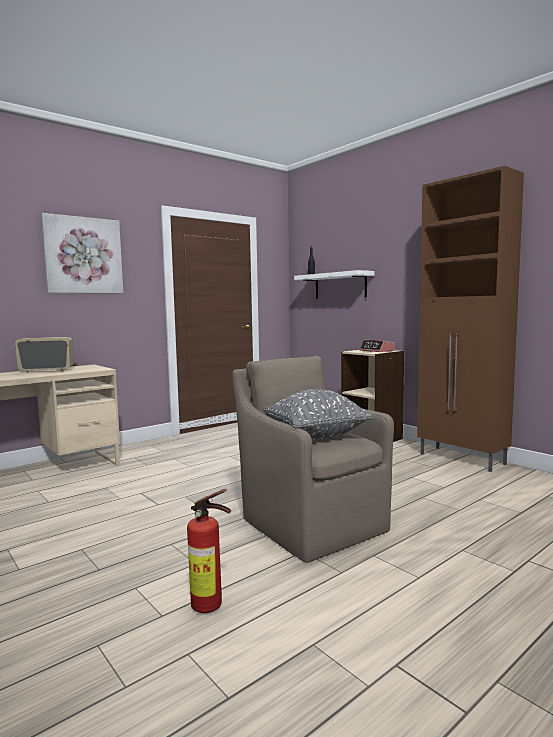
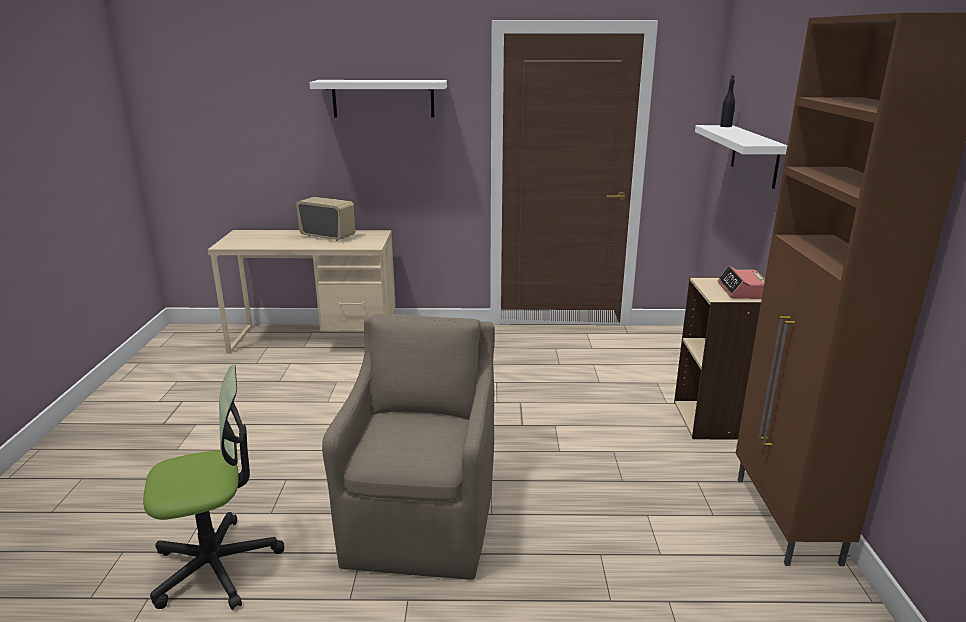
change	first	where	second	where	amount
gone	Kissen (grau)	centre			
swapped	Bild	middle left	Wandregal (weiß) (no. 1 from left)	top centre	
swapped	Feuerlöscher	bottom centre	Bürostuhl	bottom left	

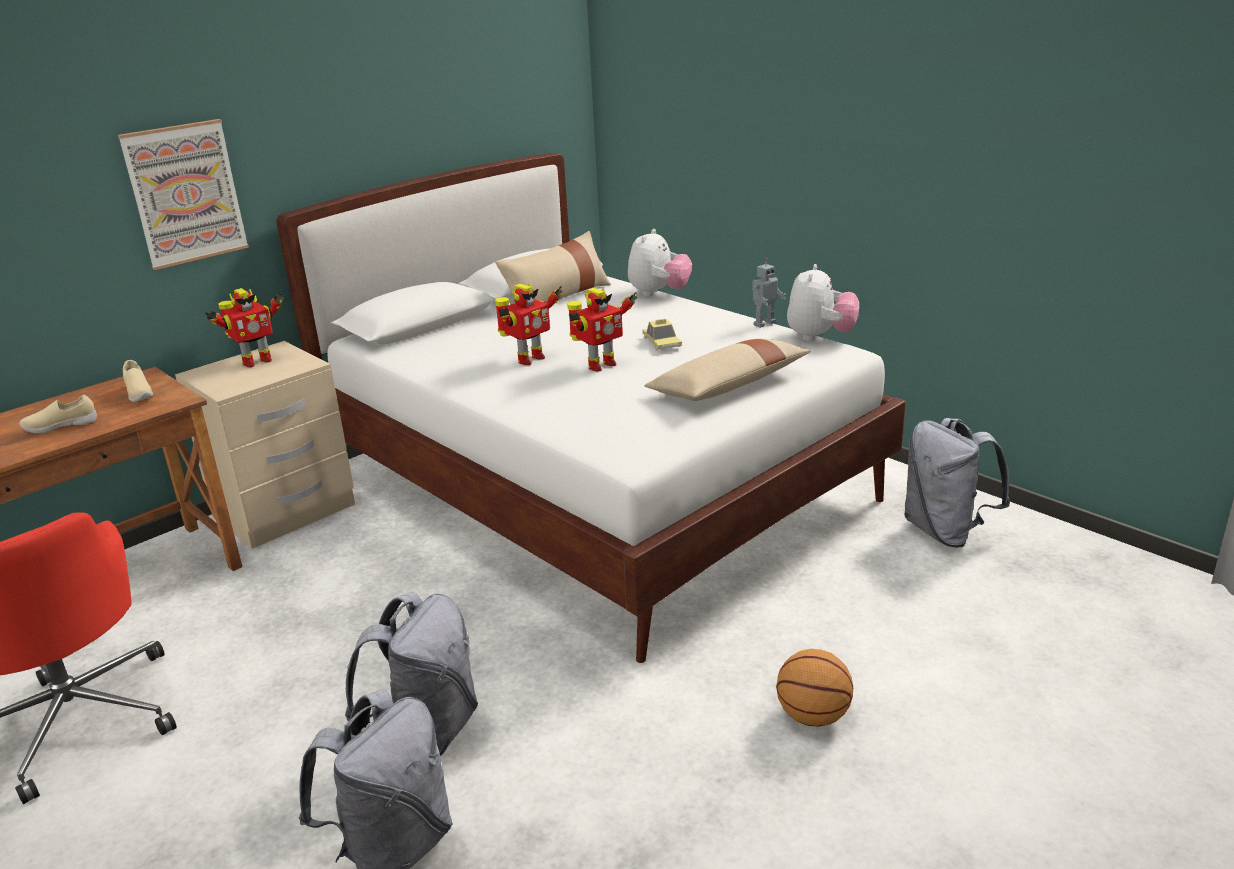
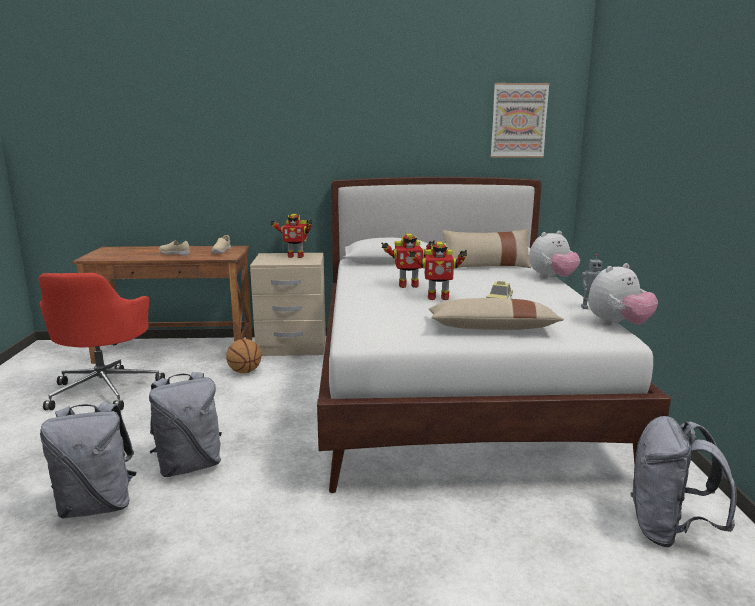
change	first	where	second	where	amount
shifted	Bild	top left		top right	
shifted	Basketball	bottom centre		middle left	

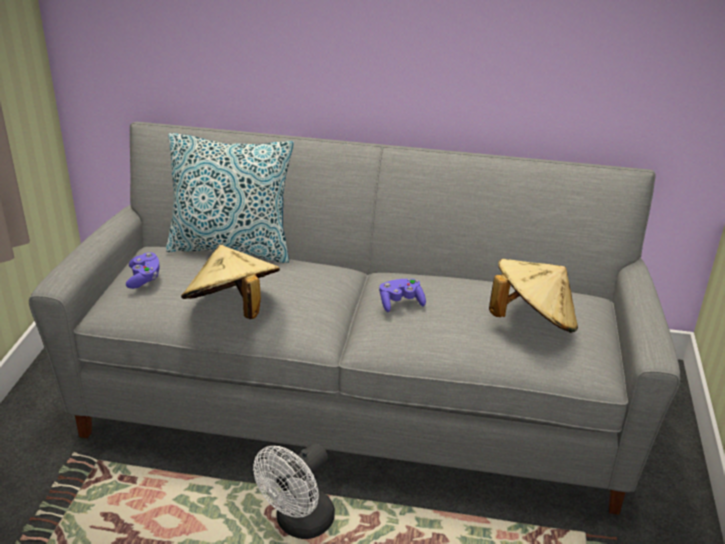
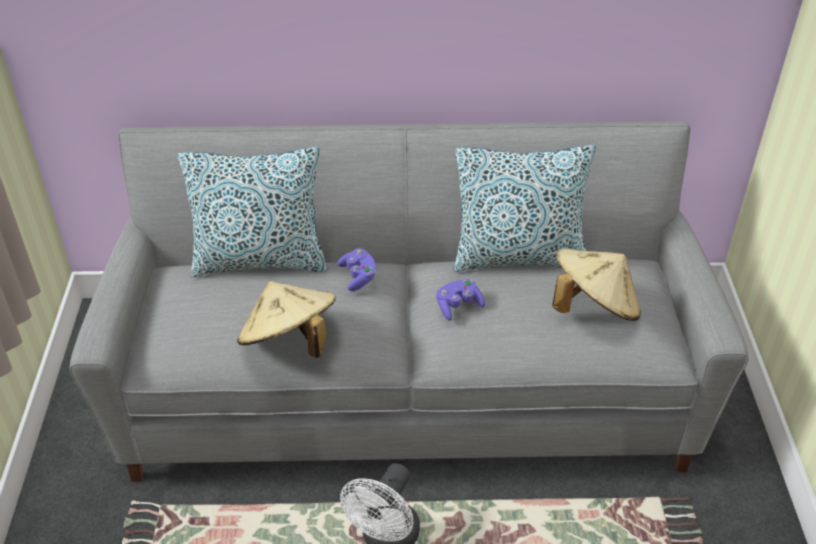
change	first	where	second	where	amount
new			Kissen (no. 2 from left)	centre	
shifted	Gamepad (lila) (no. 1 from left)	middle left		centre	

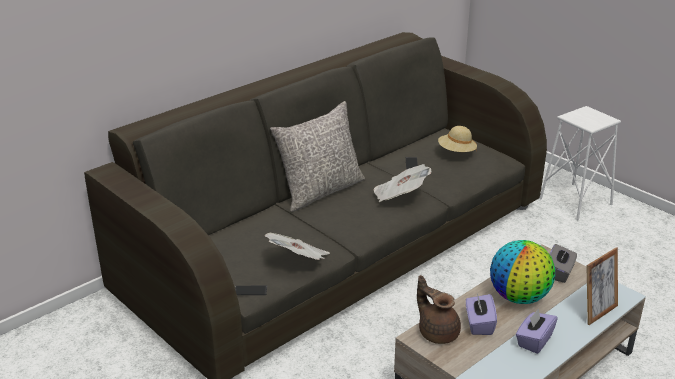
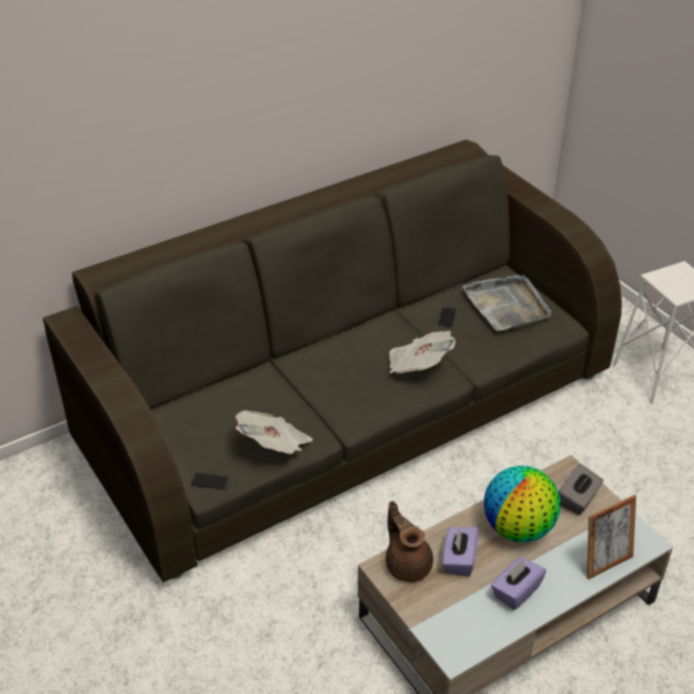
change	first	where	second	where	amount
gone	Kissen (grau)	centre			
swapped	Hut (beige)	middle right	Tablett (grau)	middle right	

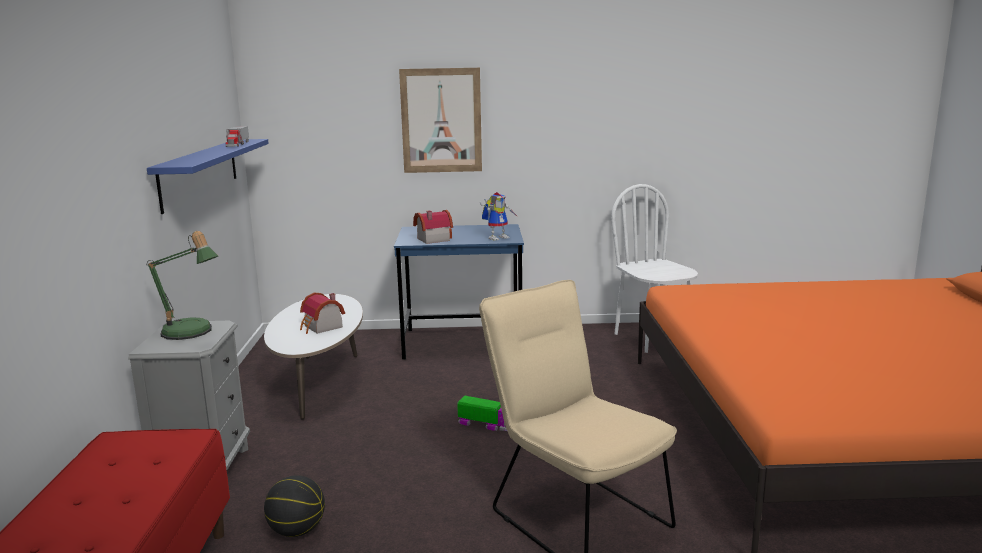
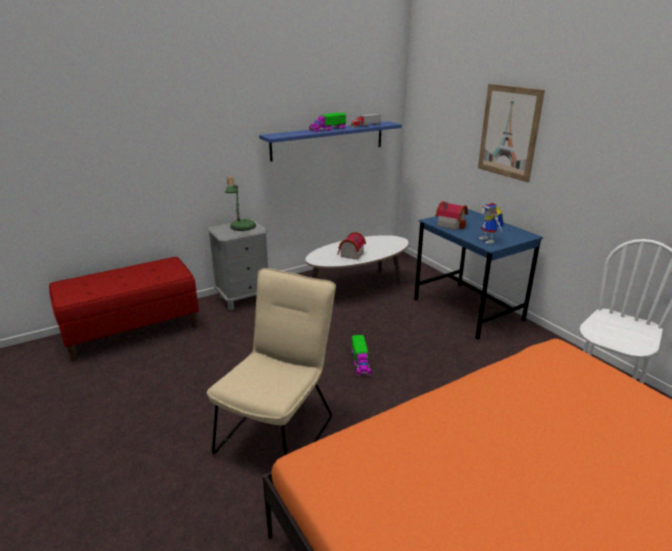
change	first	where	second	where	amount
gone	Basketball	bottom left			
new			Spielzeuglaster (no. 1 from left)	top centre	
rotated	Spielzeugroboter	centre		middle right	45 degrees clockwise

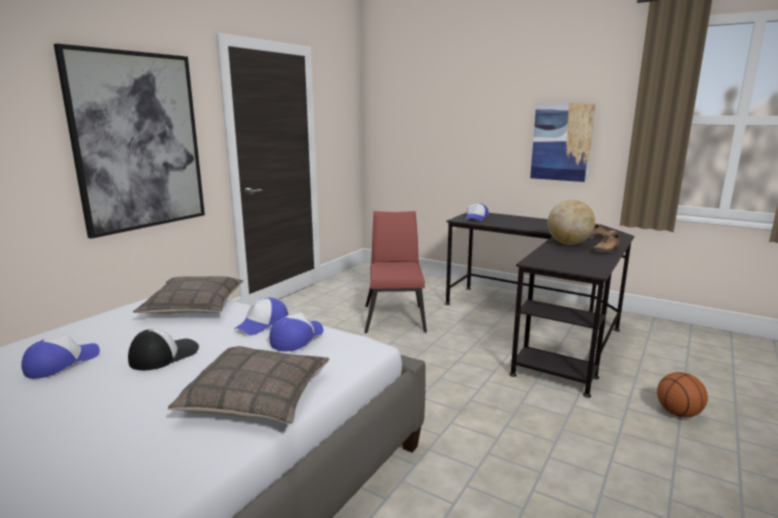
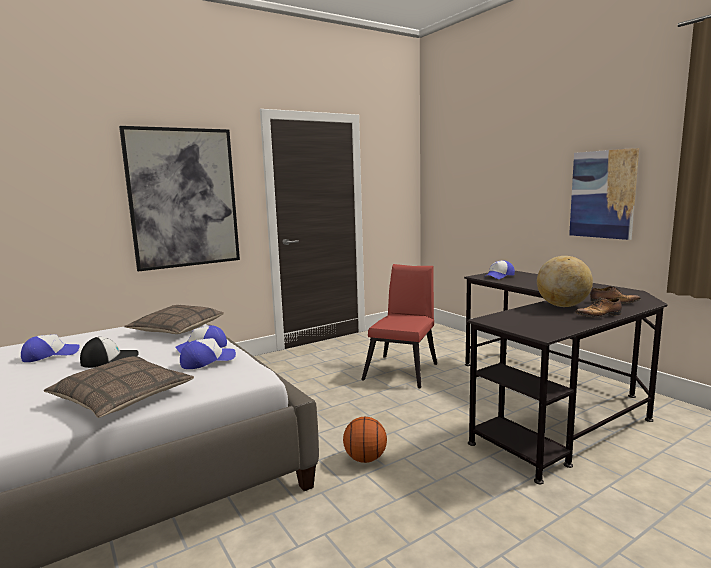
change	first	where	second	where	amount
shifted	Basketball	bottom right		bottom centre	

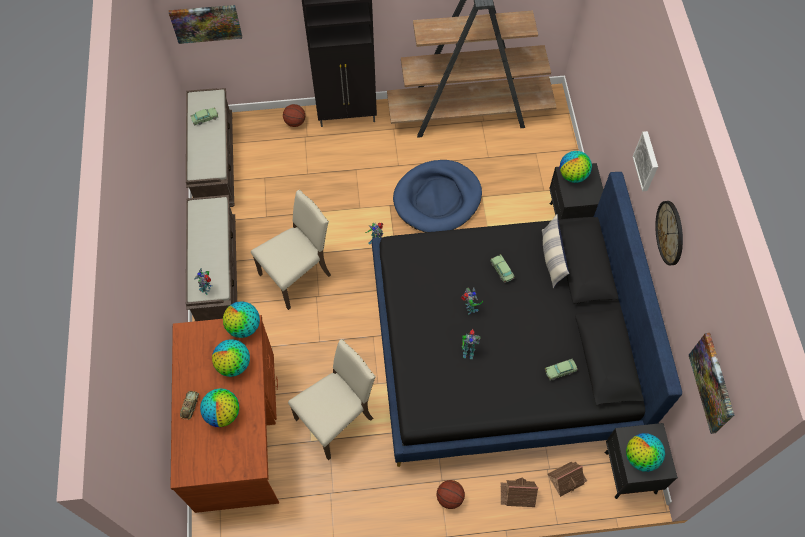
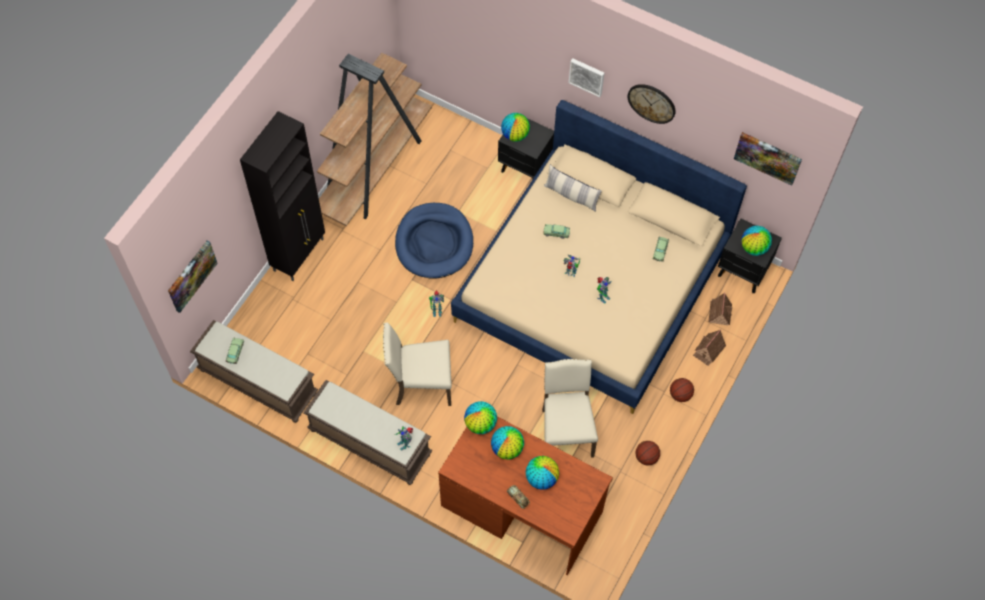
change	first	where	second	where	amount
shifted	Basketball (no. 1 from left)	top centre		bottom centre	
repainted	Bett (schwarz)	centre	Bett (beige)	centre	
rotated	Stuhl (beige) (no. 1 from left)	centre		centre	90 degrees counterclockwise

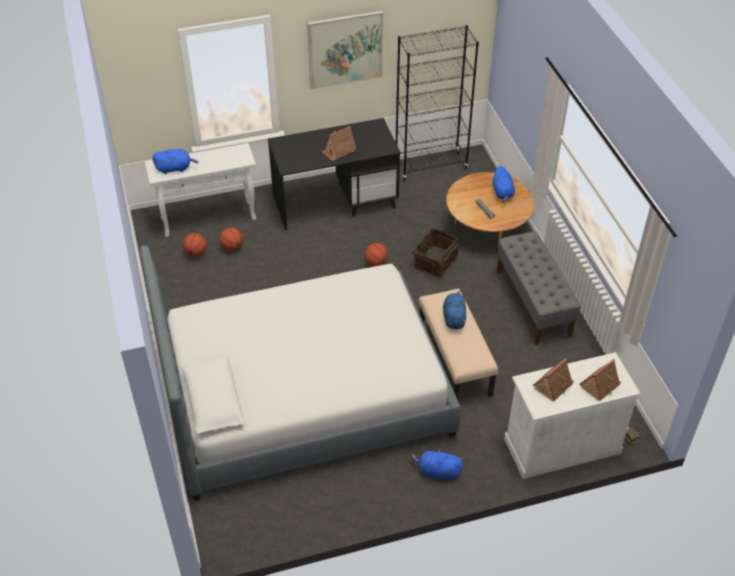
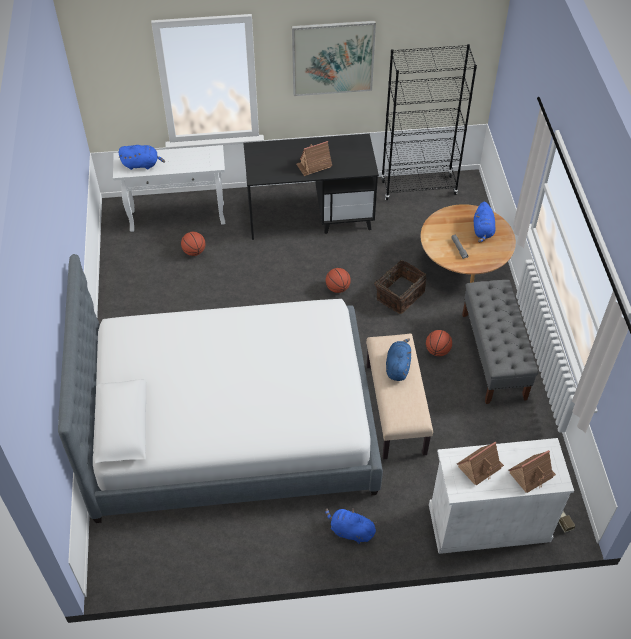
change	first	where	second	where	amount
shifted	Basketball (no. 1 from left in the first image)	middle left	Basketball (no. 3 from left)	middle right	

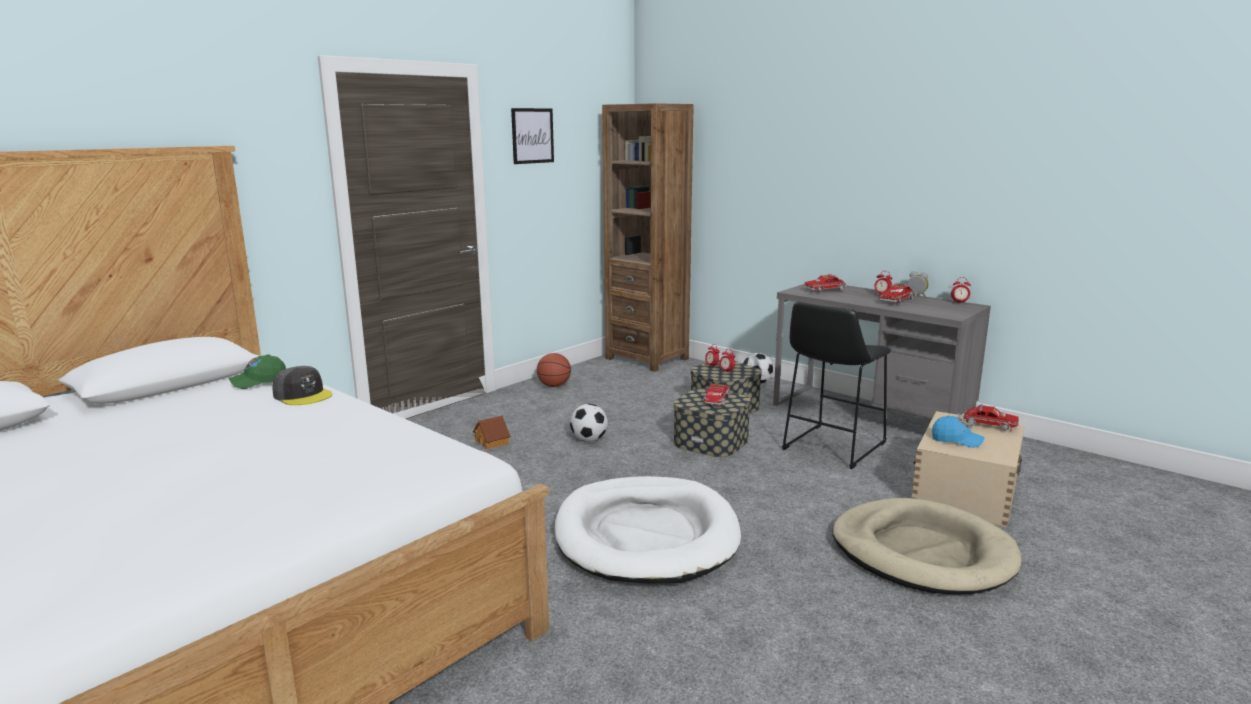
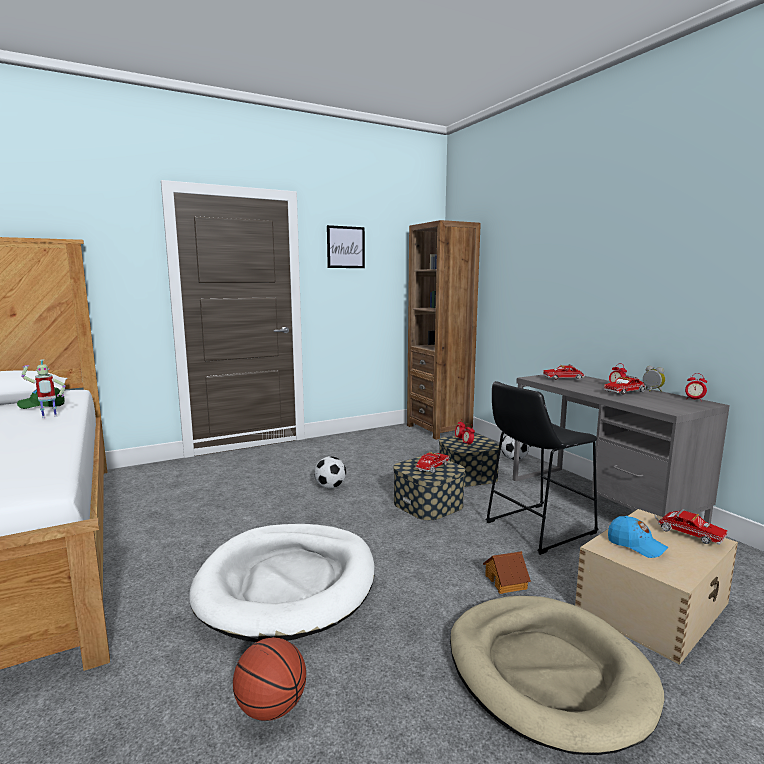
change	first	where	second	where	amount
shifted	Spielzeughaus	centre		bottom centre	
shifted	Basketball	centre		bottom centre	
swapped	Kappe (grau)	middle left	Spielzeugroboter	middle left	

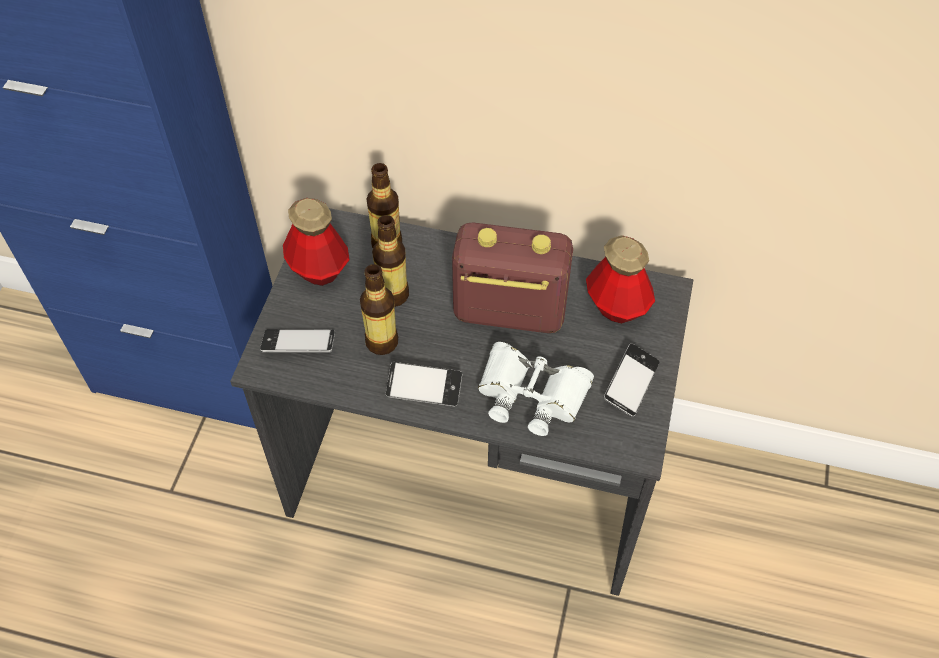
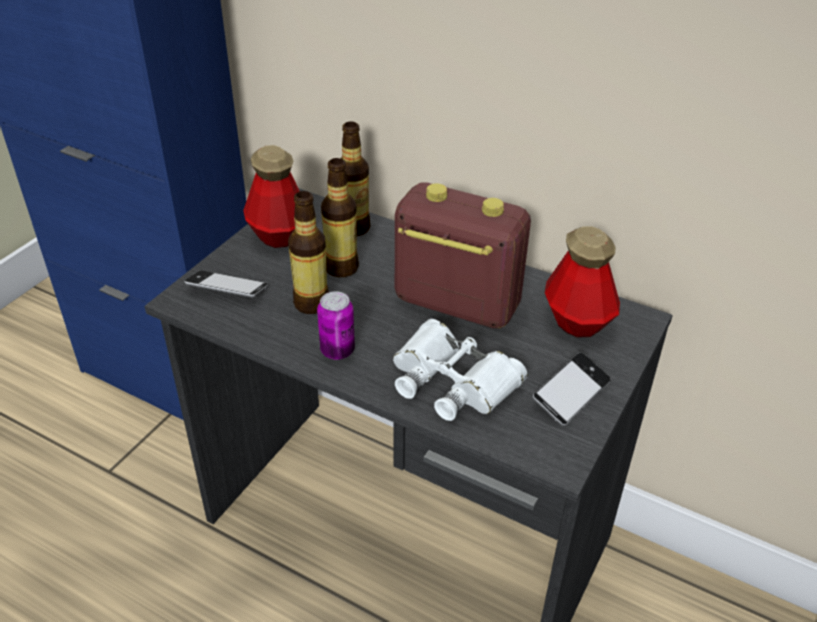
change	first	where	second	where	amount
swapped	Handy (no. 2 from left)	centre	Dose	centre	

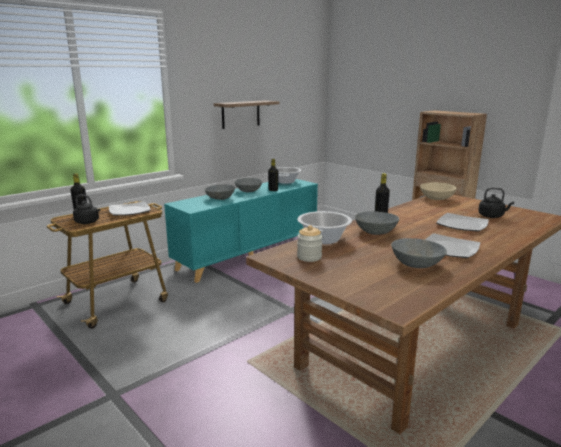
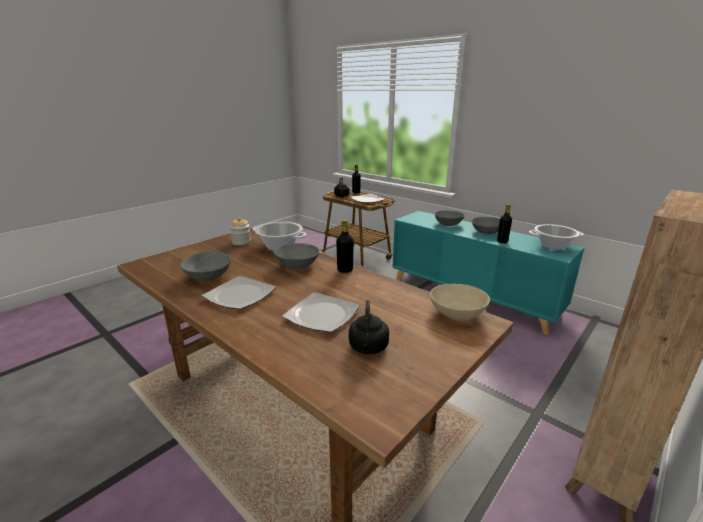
change	first	where	second	where	amount
gone	Wandregal	top centre			

